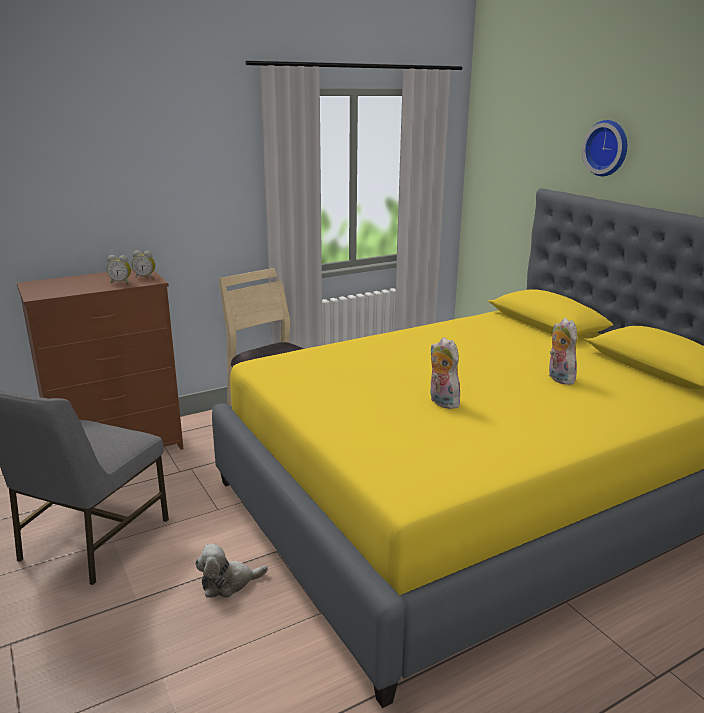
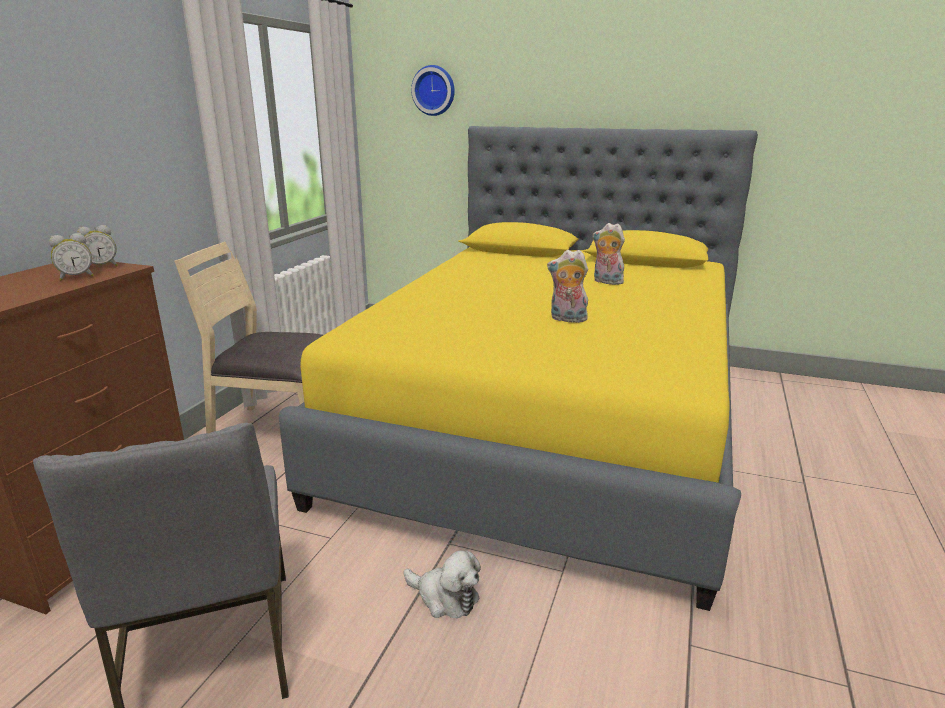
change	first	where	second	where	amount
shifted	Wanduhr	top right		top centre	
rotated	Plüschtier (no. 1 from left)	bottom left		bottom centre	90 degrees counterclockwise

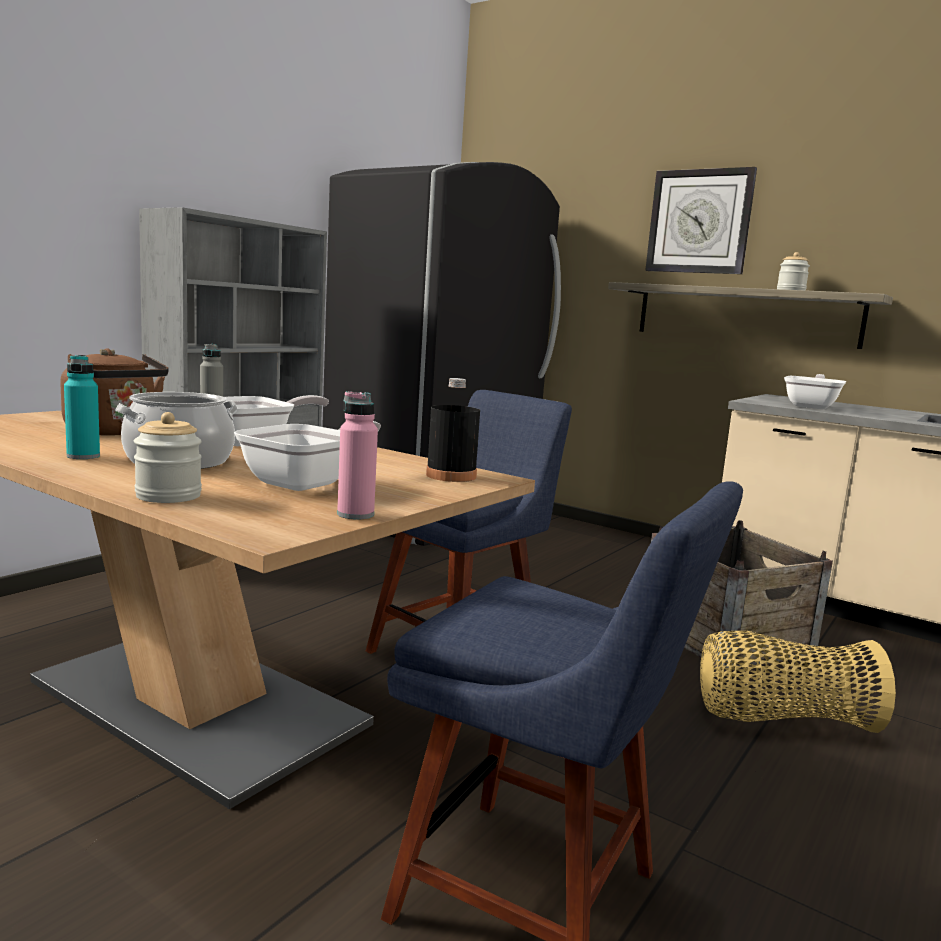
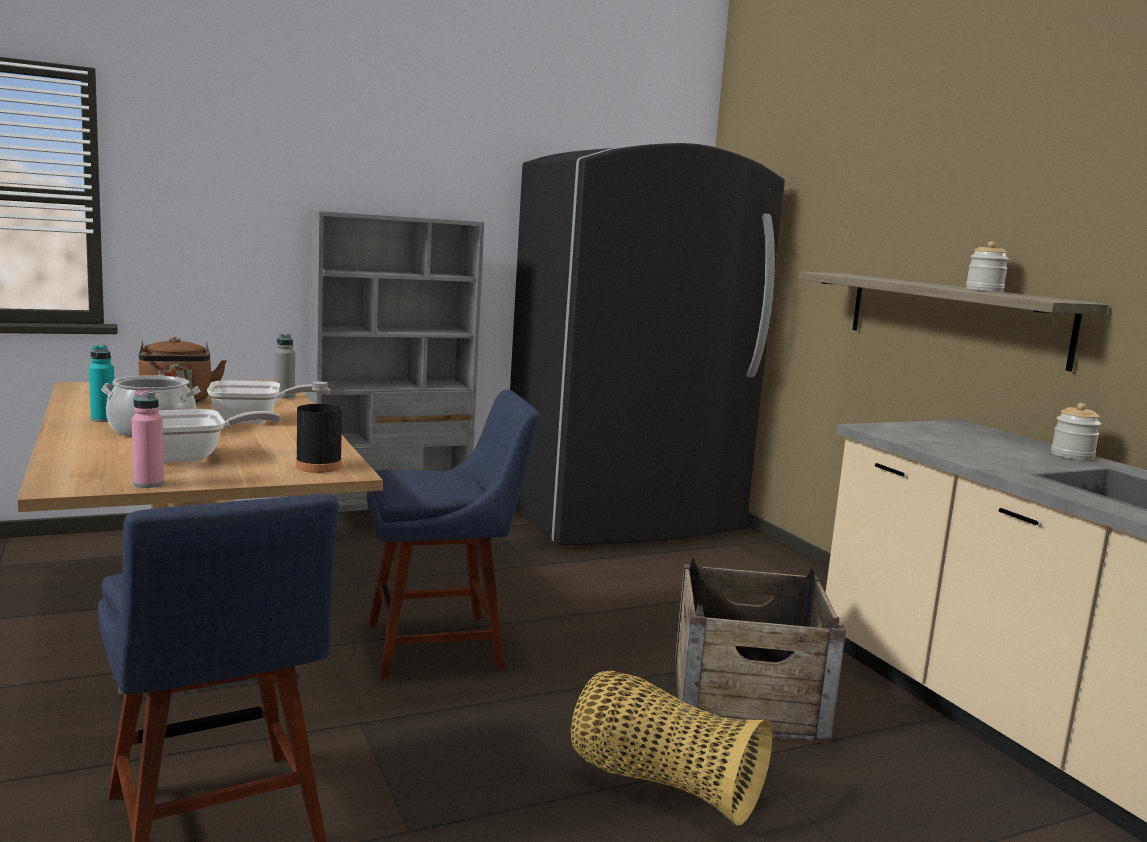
change	first	where	second	where	amount
gone	Wanduhr	top right			
gone	Pfanne (no. 3 from left)	middle right			
shifted	Vorratsglas (no. 1 from left in the first image)	middle left	Vorratsglas (no. 2 from left)	middle right	

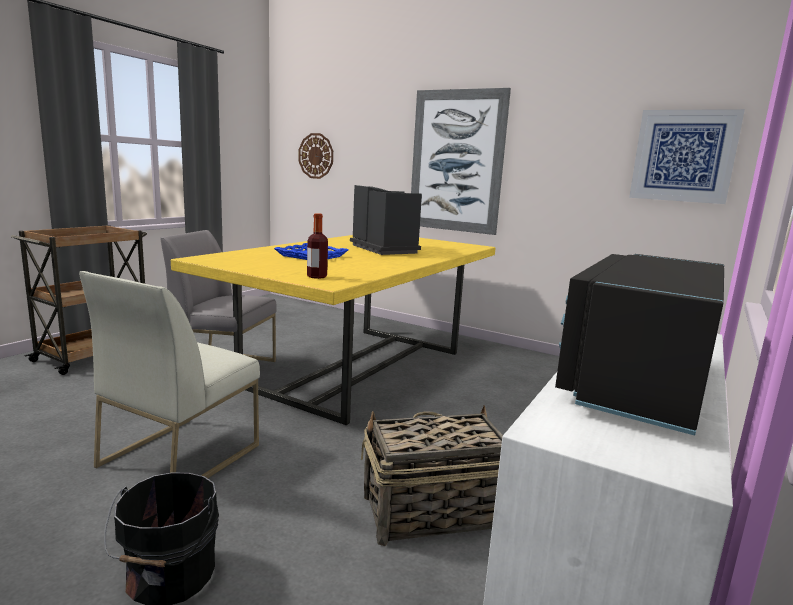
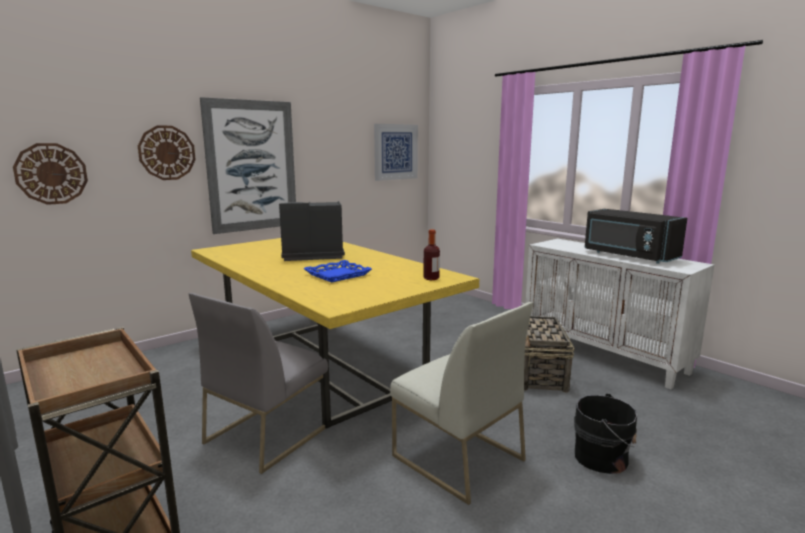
change	first	where	second	where	amount
new			Wanduhr (no. 2 from left)	top left	

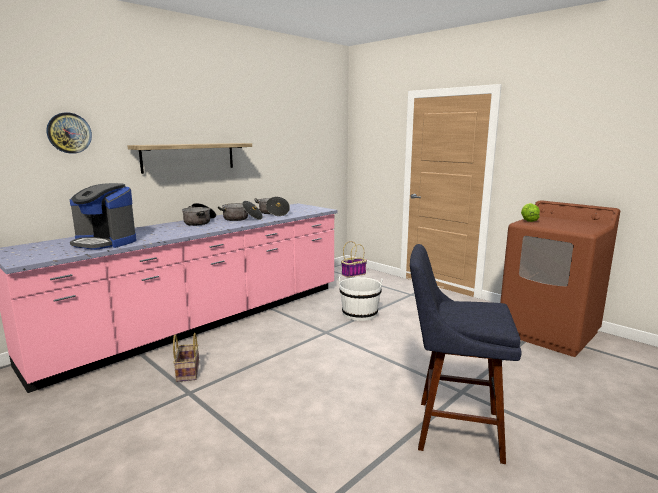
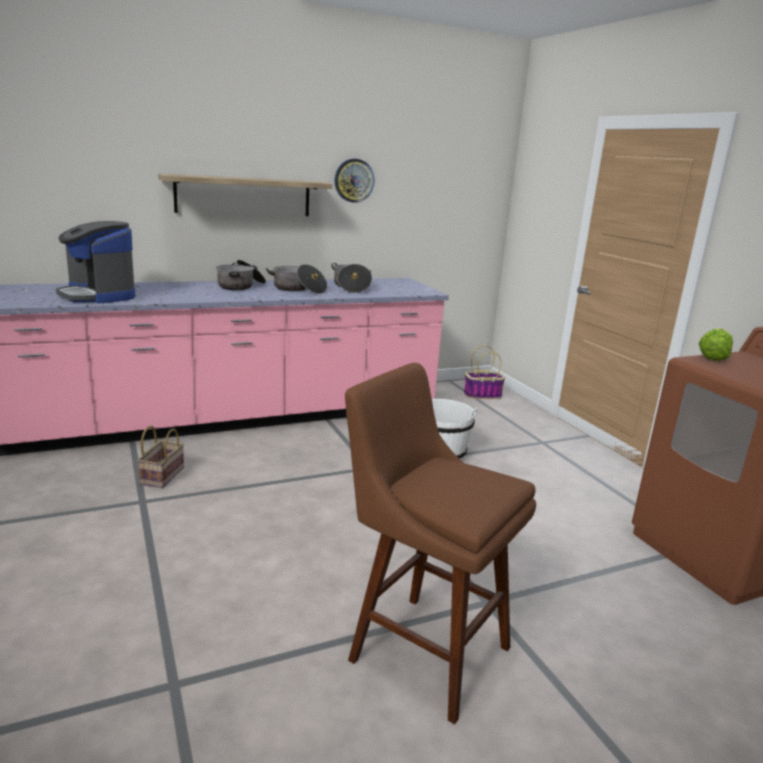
change	first	where	second	where	amount
shifted	Wanduhr	top left		top centre	
repainted	Hocker (blau)	bottom right	Hocker (braun)	bottom centre	

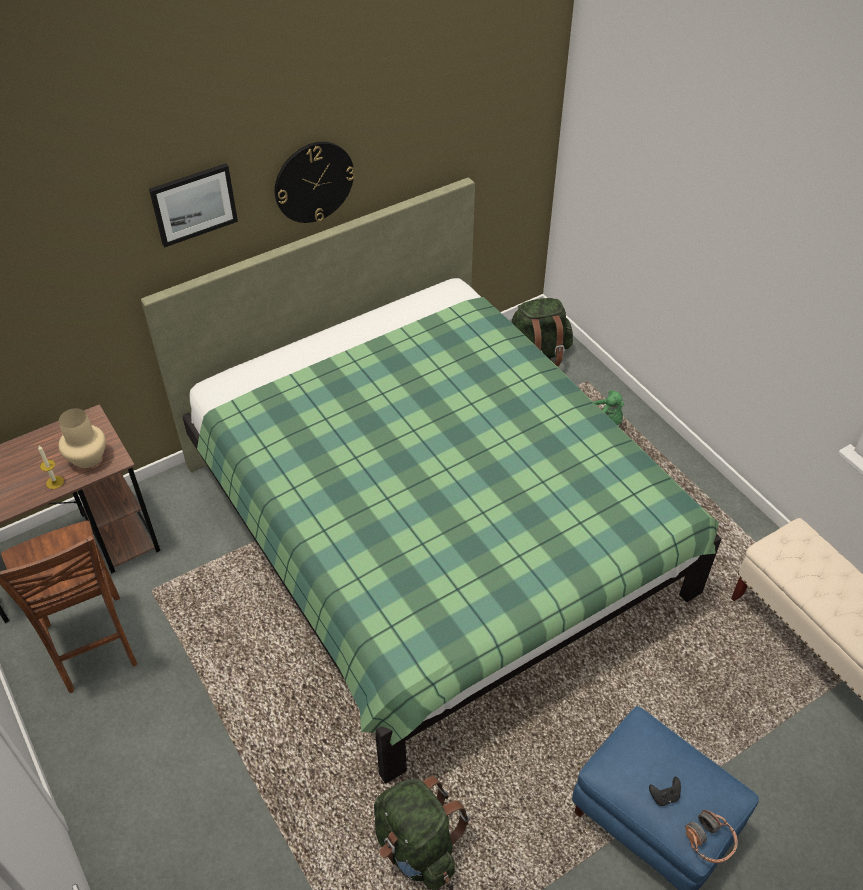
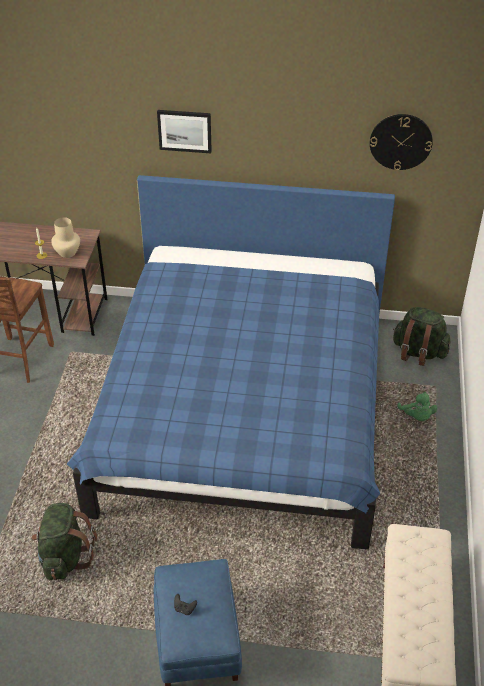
change	first	where	second	where	amount
gone	Kopfhörer	bottom right			
shifted	Wanduhr	top centre		top right	
repainted	Bett (grün)	centre	Bett (blau)	centre	

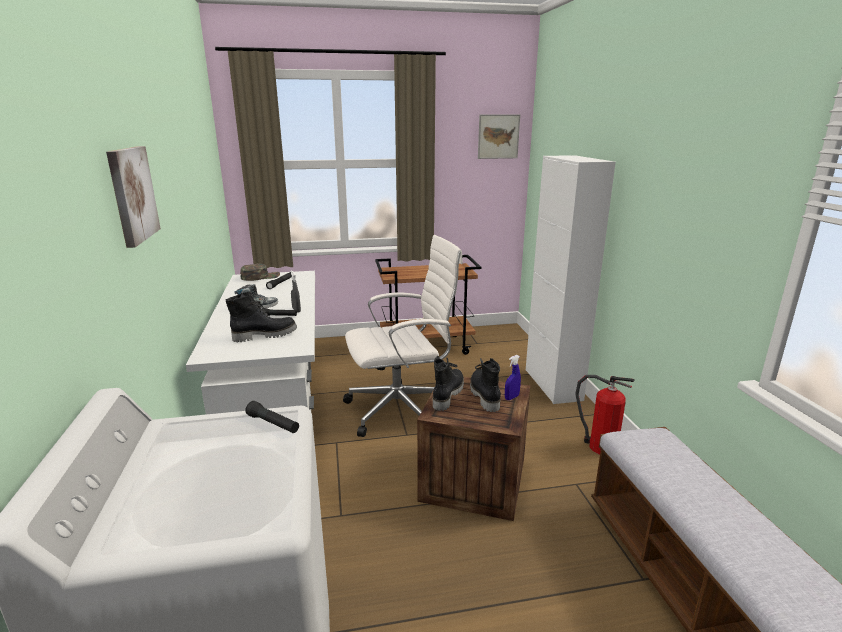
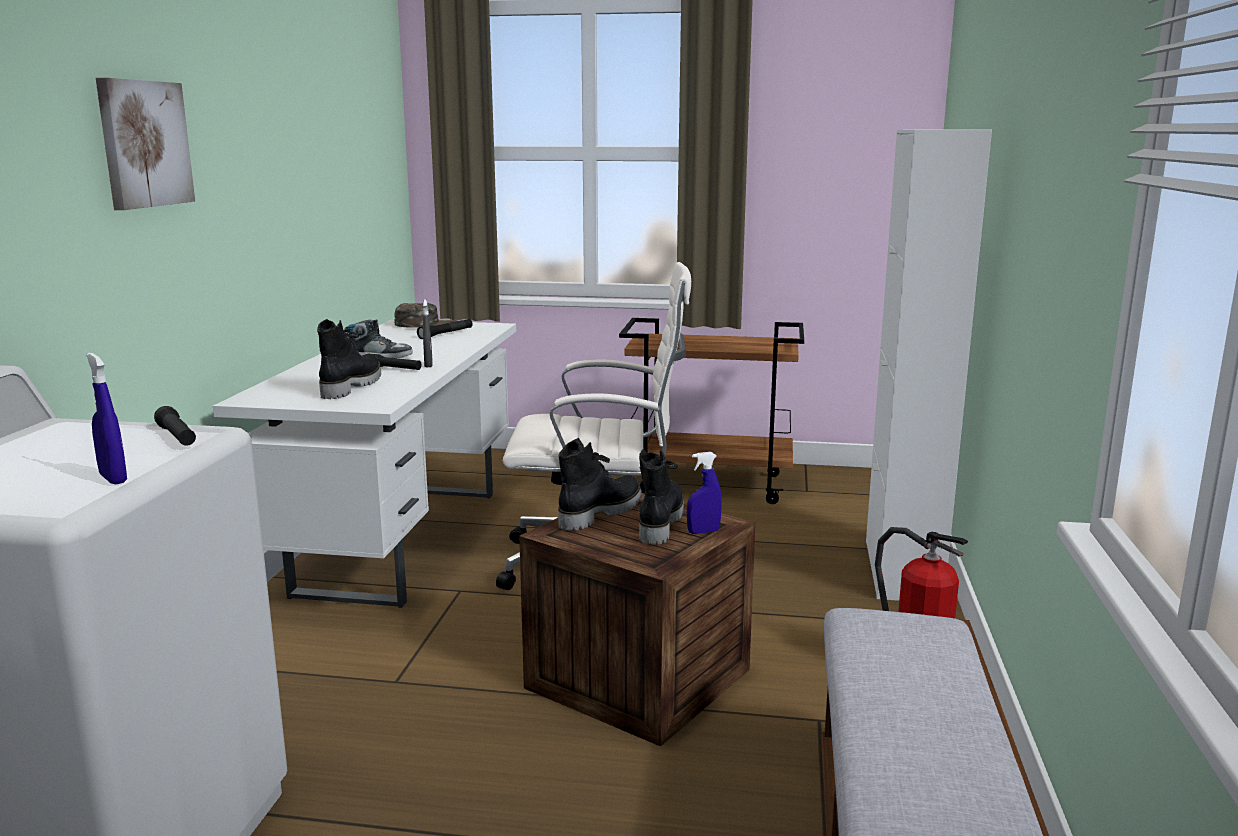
change	first	where	second	where	amount
gone	Bild (no. 2 from left)	top centre			
new			Sprühflasche (blau) (no. 1 from left)	middle left	
rotated	Stiefel (schwarz) (no. 1 from left)	middle left		middle left	75 degrees counterclockwise

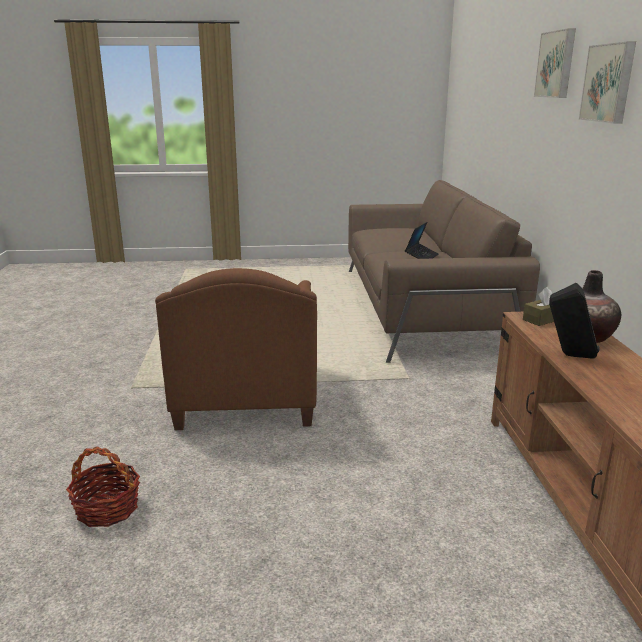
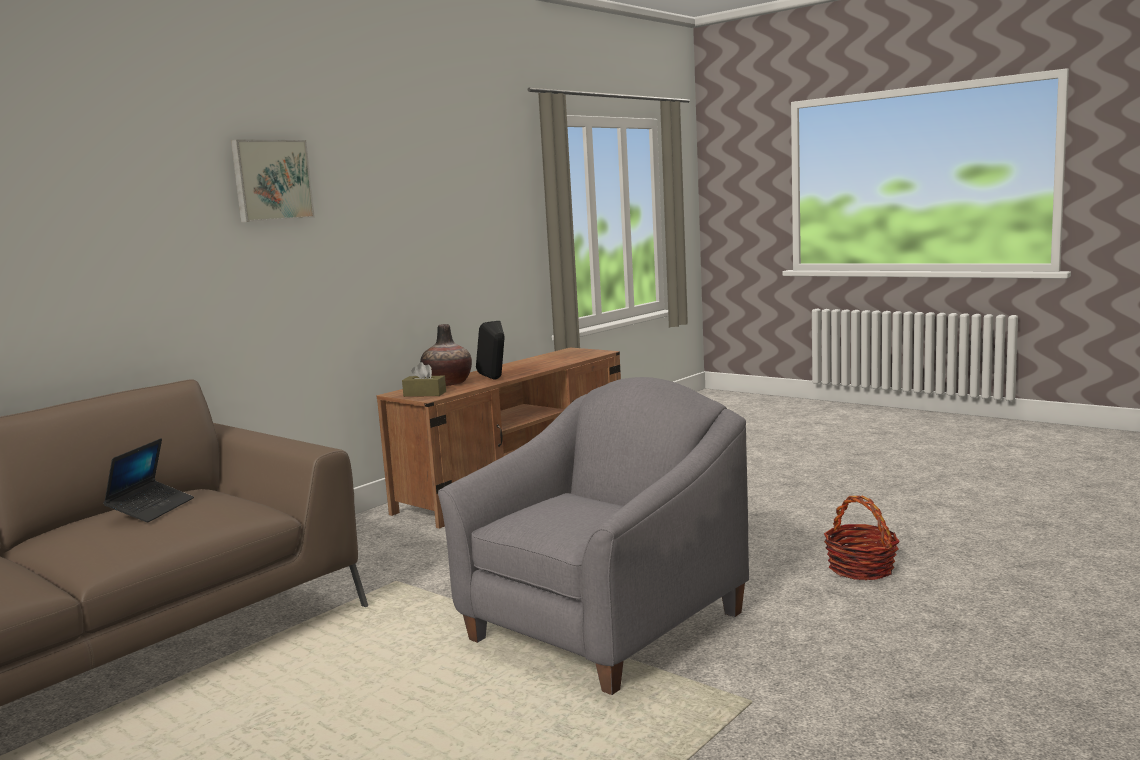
change	first	where	second	where	amount
gone	Bild (no. 1 from left)	top right			
repainted	Sessel (braun)	centre	Sessel (grau)	bottom centre	
rotated	Laptop	centre		middle left	120 degrees clockwise

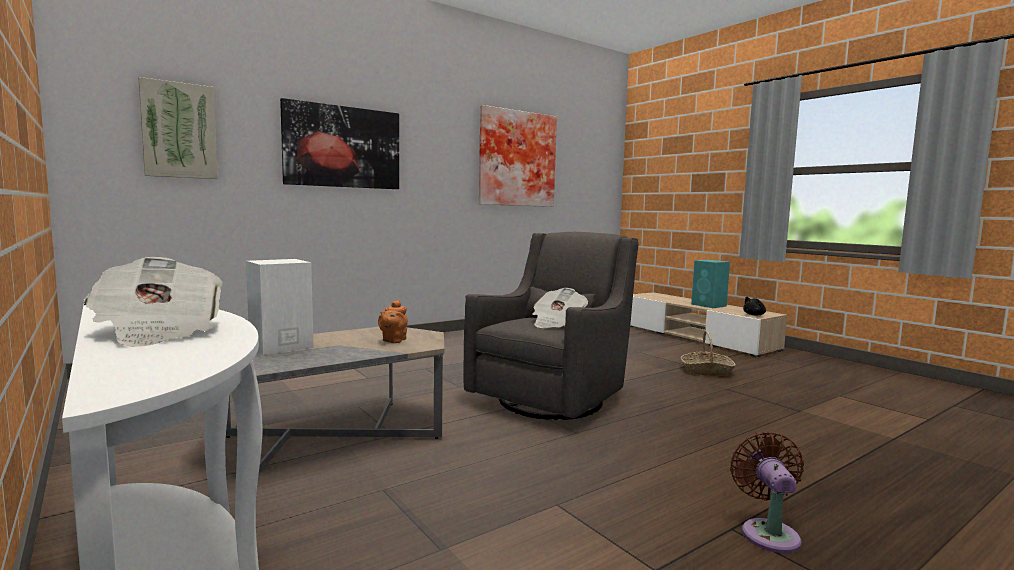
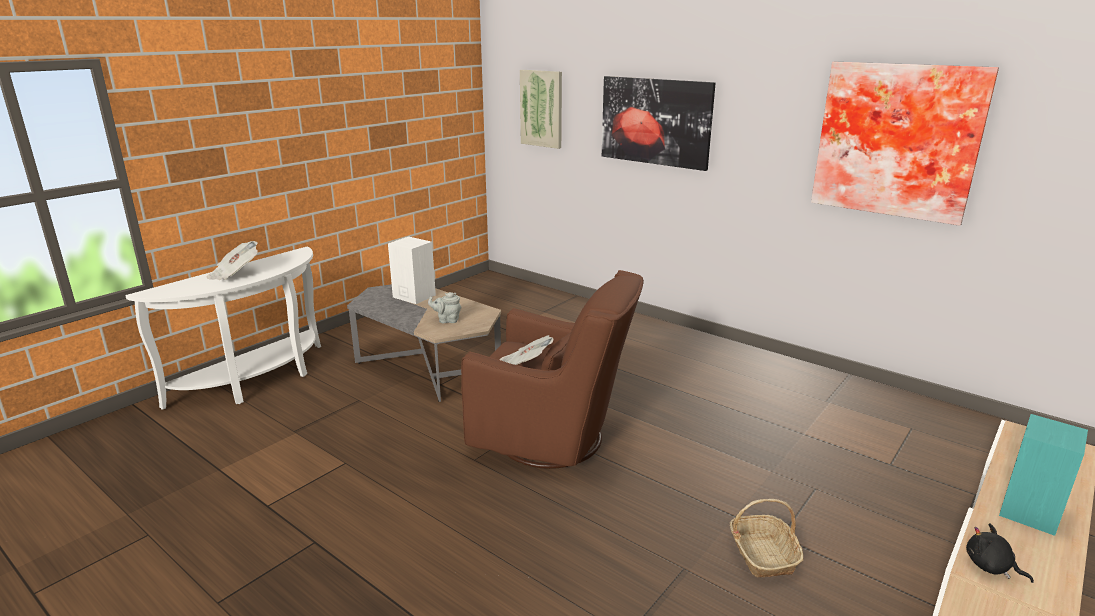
change	first	where	second	where	amount
gone	Ventilator (braun)	bottom right			
repainted	Teekanne (orange)	centre	Teekanne (grau)	centre	
repainted	Sessel (grau)	centre	Sessel (braun)	centre	

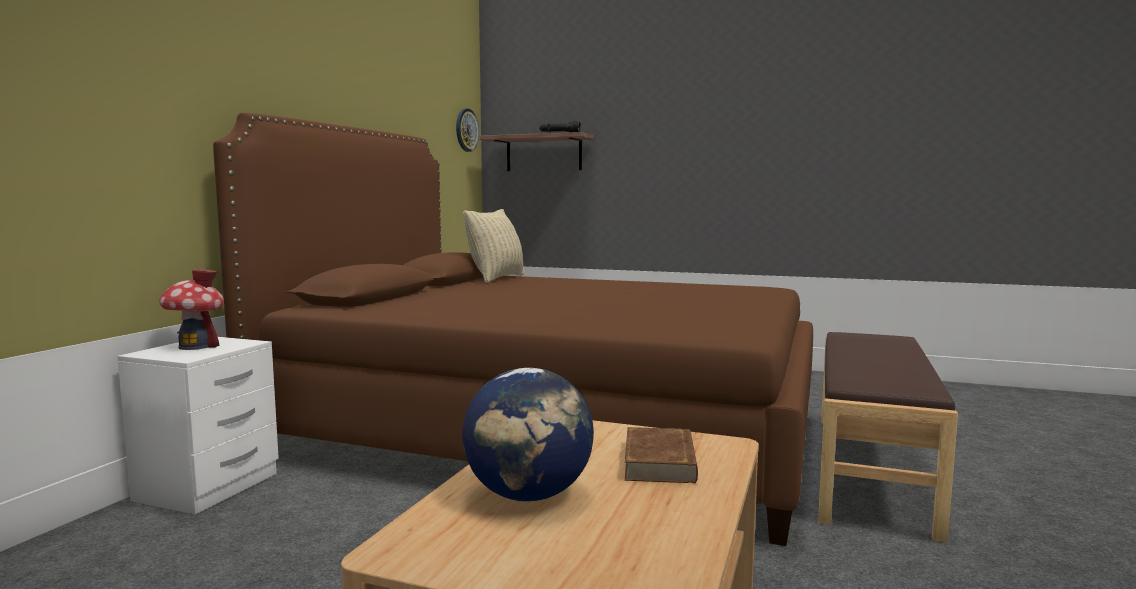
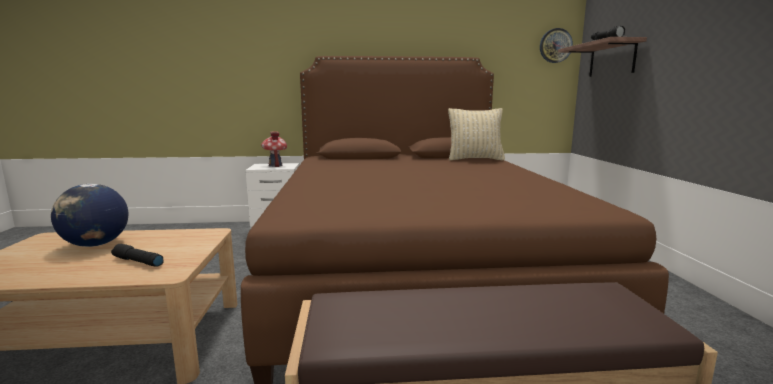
change	first	where	second	where	amount
swapped	Buch (braun)	bottom centre	Taschenlampe (schwarz) (no. 1 from left)	middle left	

